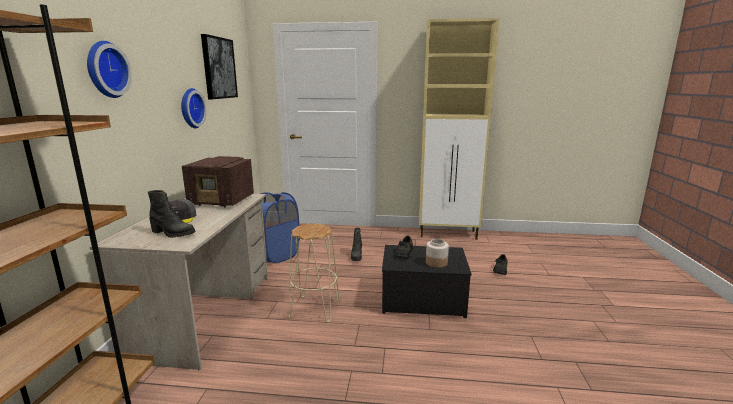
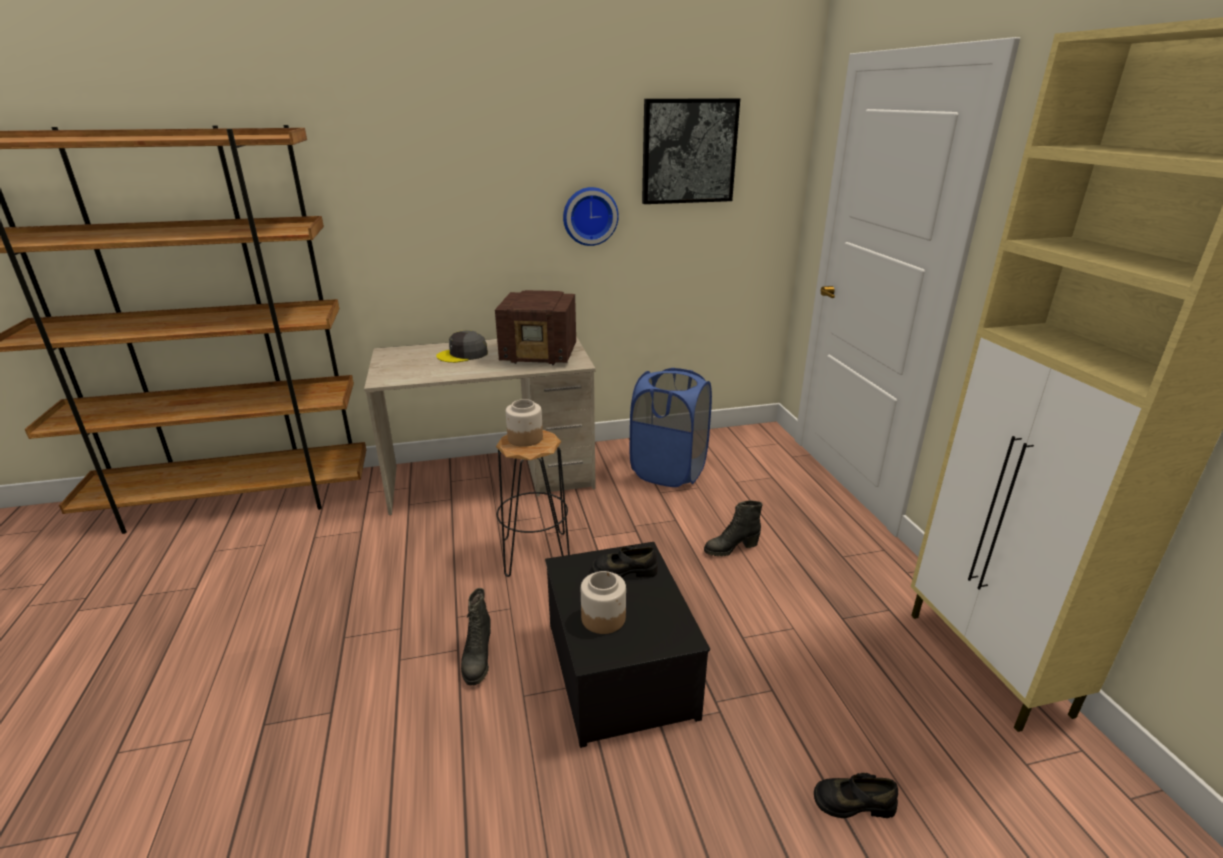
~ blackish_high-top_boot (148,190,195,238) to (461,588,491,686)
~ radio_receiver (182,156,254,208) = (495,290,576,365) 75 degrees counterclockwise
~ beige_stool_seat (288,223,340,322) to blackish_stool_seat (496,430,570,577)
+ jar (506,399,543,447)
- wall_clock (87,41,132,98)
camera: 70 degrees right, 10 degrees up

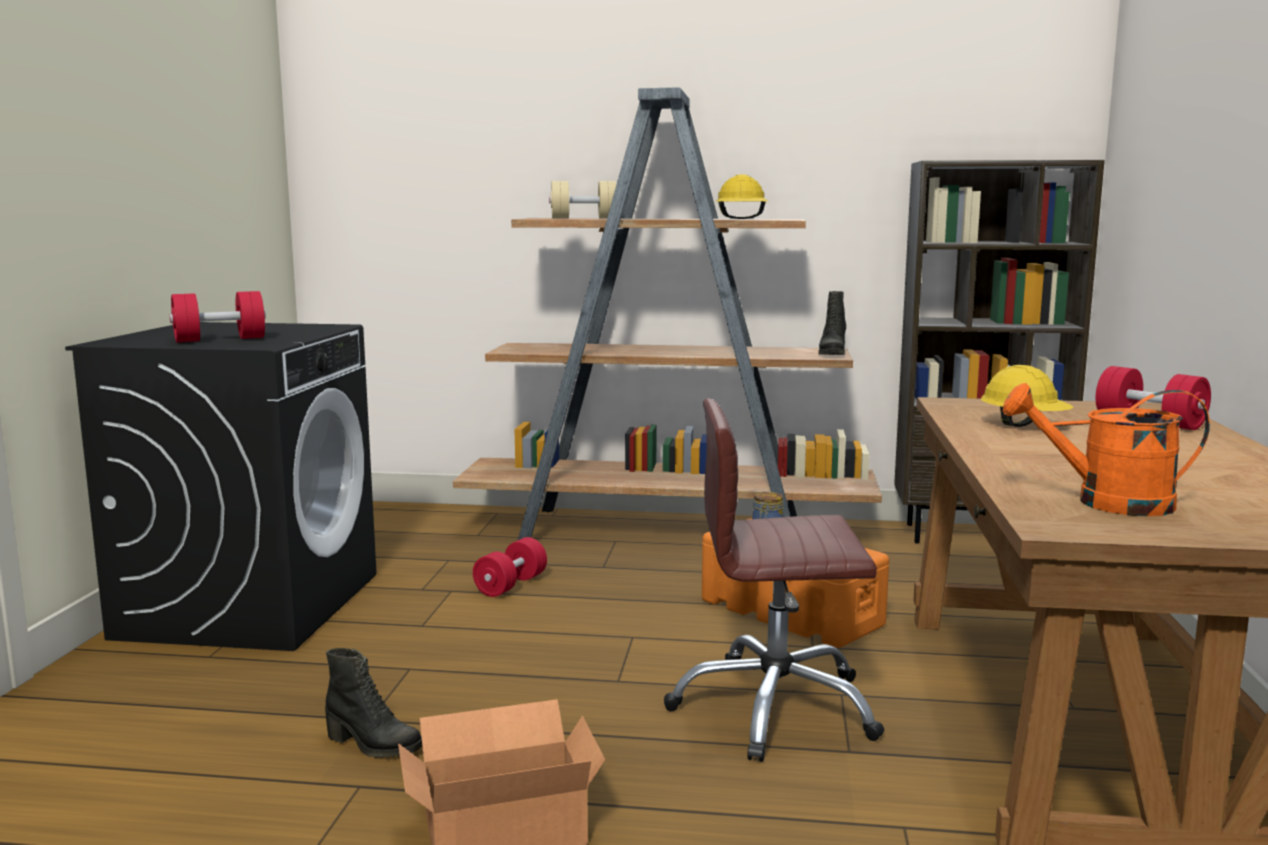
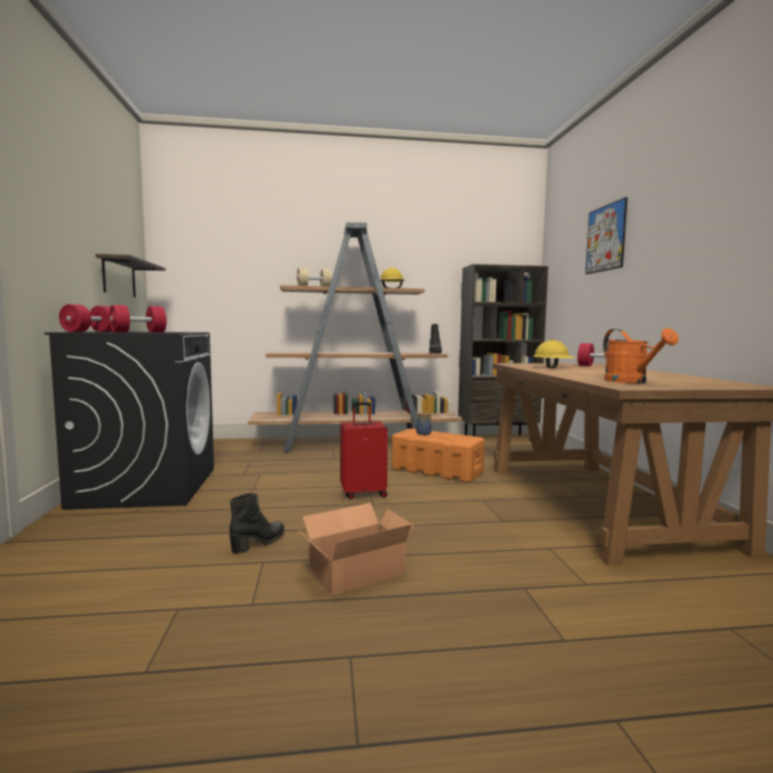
~ reddish_free_weight (473,537,547,597) to (59,304,112,332)
+ shelf (96,254,166,297)
~ blackish_high-top_boot (325,648,422,758) = (229,493,284,554) 60 degrees counterclockwise
+ reddish_travel_case (340,402,388,499)
+ picture (585,197,628,274)
~ orange-coloured_watering_can (1003,383,1210,516) = (603,328,679,383) 105 degrees counterclockwise
- brown-coloured_desk_chair (664,398,884,762)
camera: 15 degrees left, 5 degrees down

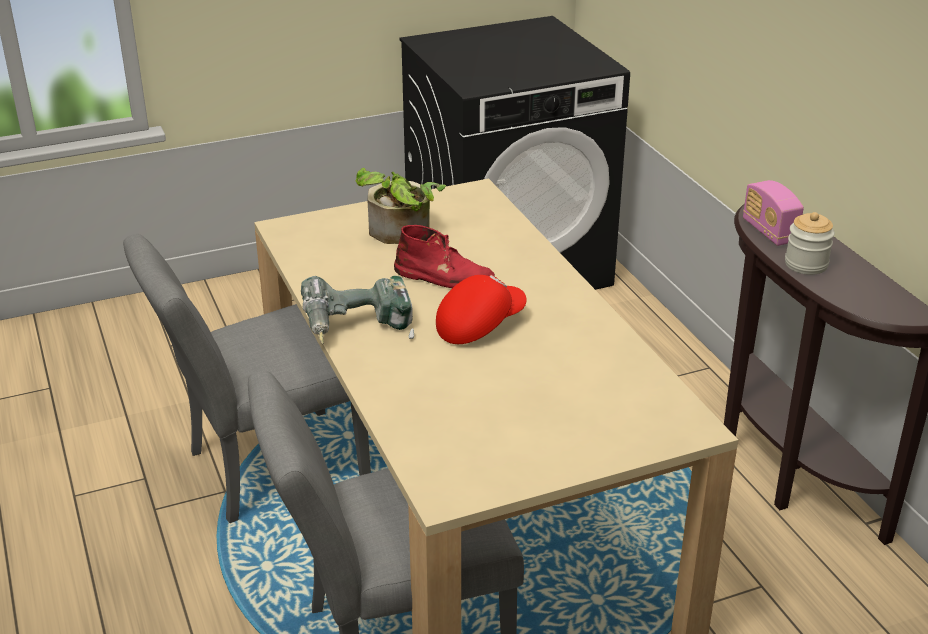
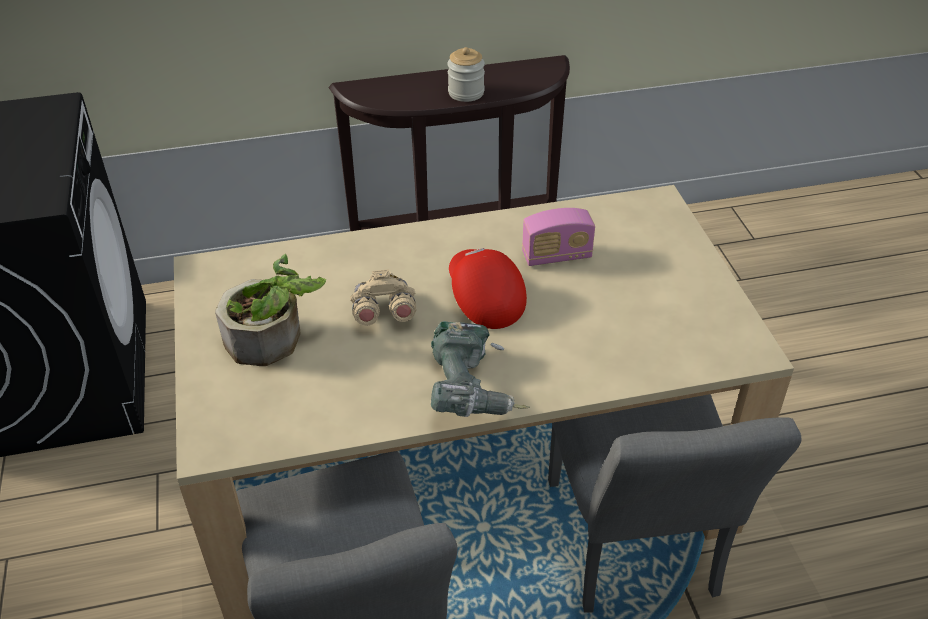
~ reddish_high-top_boot (394,225,495,288) to beige_field_glasses (350,269,416,326)
~ radio_receiver (743,180,804,246) to (522,208,595,266)
camera: 80 degrees left, 10 degrees up

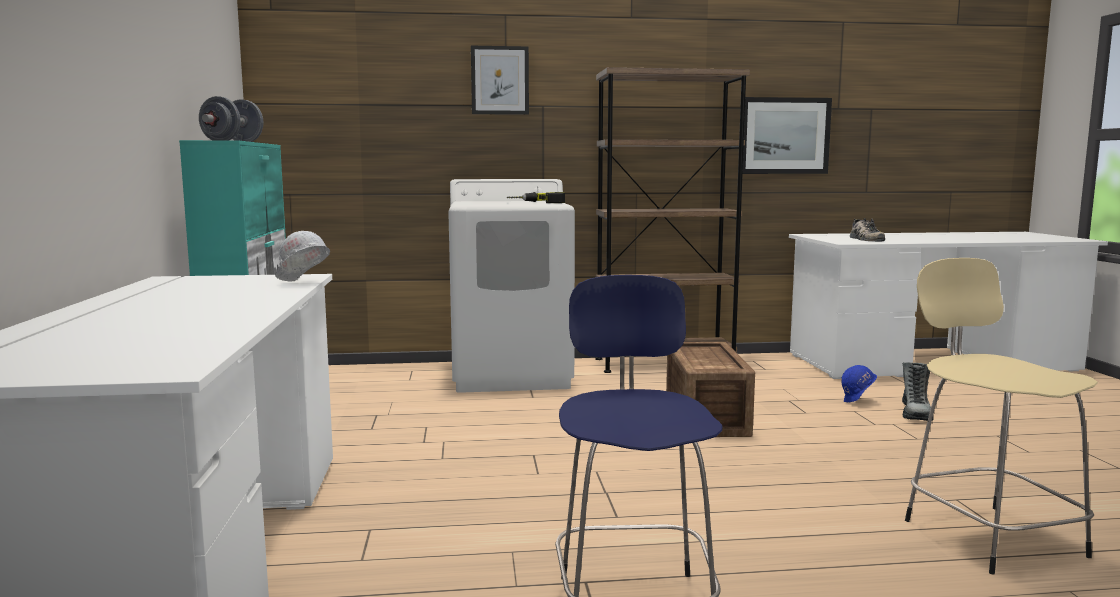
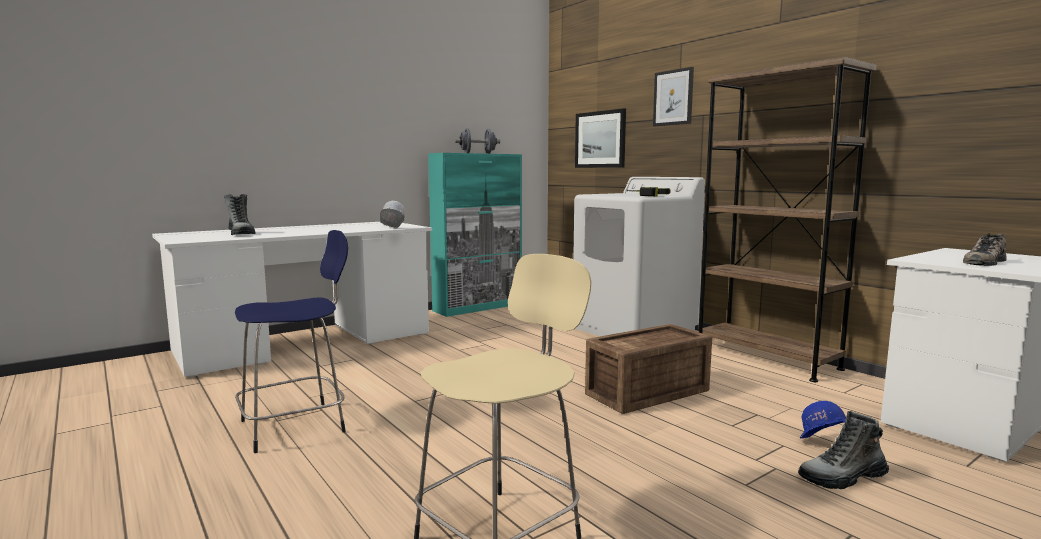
+ high-top_boot (224,194,256,235)
~ picture (743,97,832,174) to (575,108,626,168)
camera: 60 degrees right, 0 degrees up

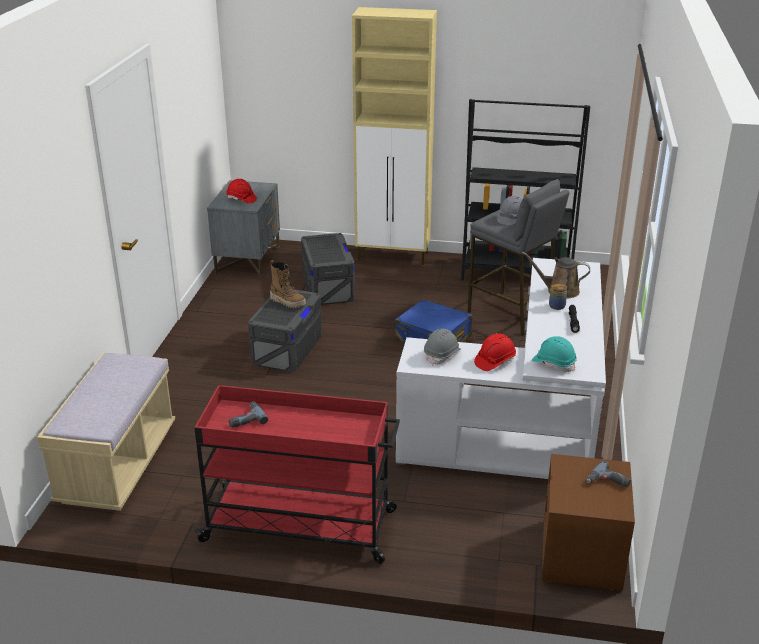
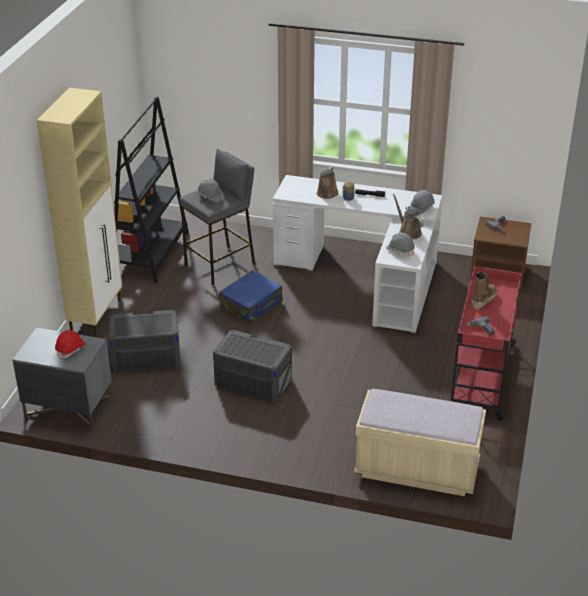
~ reddish_hard_hat (474,333,516,371) to brown-coloured_watering_can (393,194,424,239)
~ turquoise_hard_hat (532,336,577,372) to grey_hard_hat (410,190,435,214)
~ high-top_boot (270,260,306,308) to (472,272,497,309)
camera: 85 degrees left, 5 degrees up

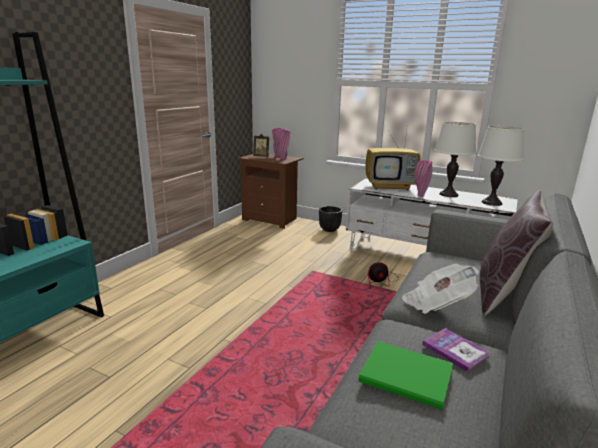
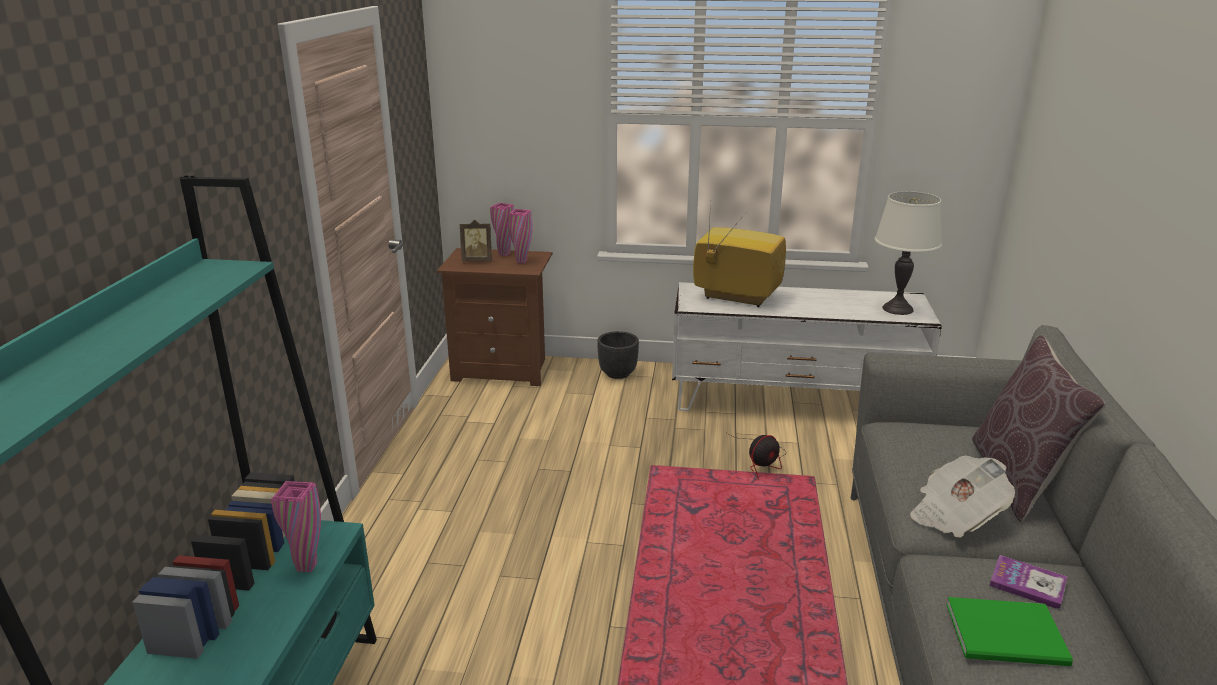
~ pink-coloured_flower_vase (415,160,432,197) to (271,481,321,572)
~ TV_set (365,122,421,190) = (693,202,786,307) 135 degrees counterclockwise
- whitish_lamp_for_a_table (435,122,476,197)
camera: 20 degrees left, 5 degrees up

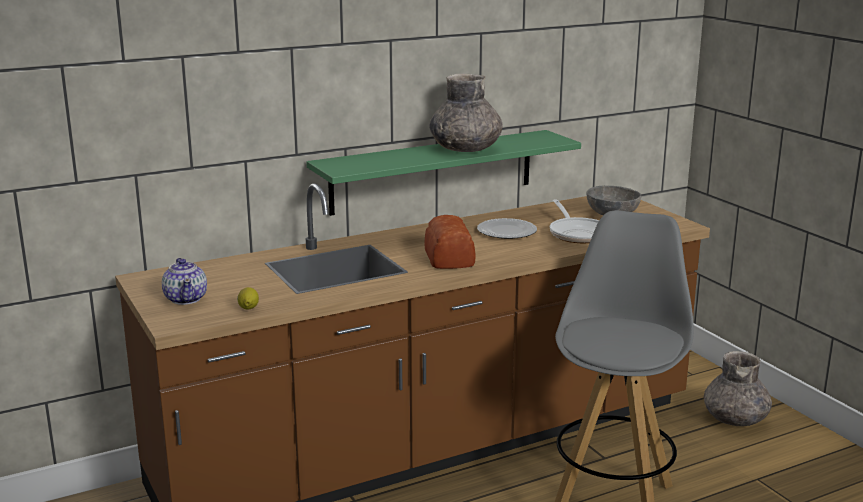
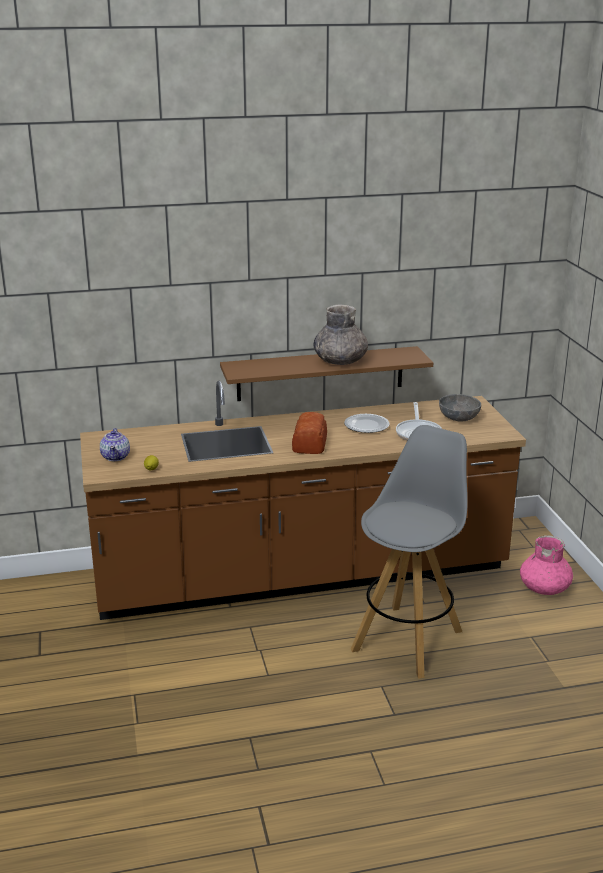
~ green-coloured_shelf (306,130,581,216) to brown-coloured_shelf (220,346,433,401)
~ grey_flower_vase (704,351,772,426) to pink-coloured_flower_vase (520,535,573,595)
camera: 15 degrees right, 5 degrees up

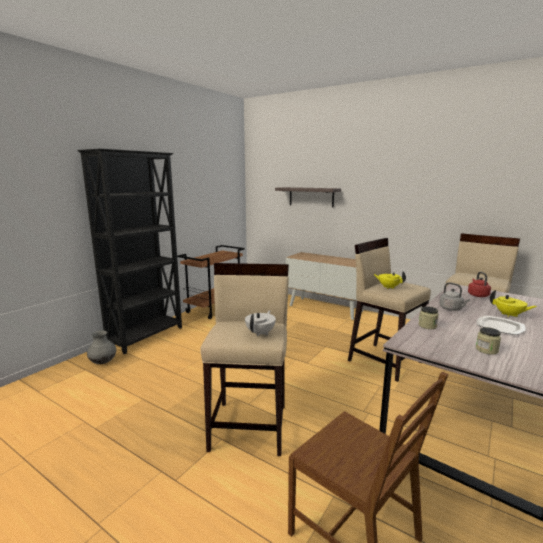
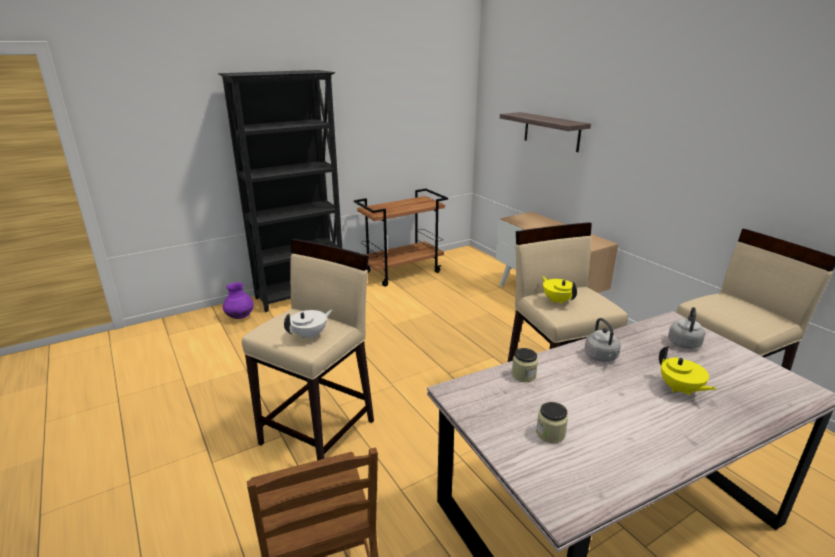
~ grey_flower_vase (87,330,116,364) to purplish_flower_vase (223,282,254,319)
~ reddish_kettle (468,272,491,297) to grey_kettle (668,307,705,349)
- dinner_plate (476,316,526,335)
camera: 25 degrees right, 10 degrees up

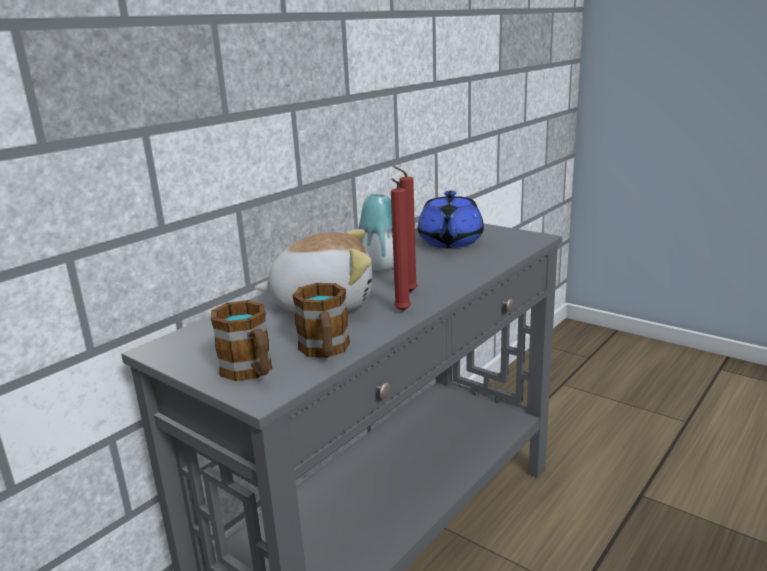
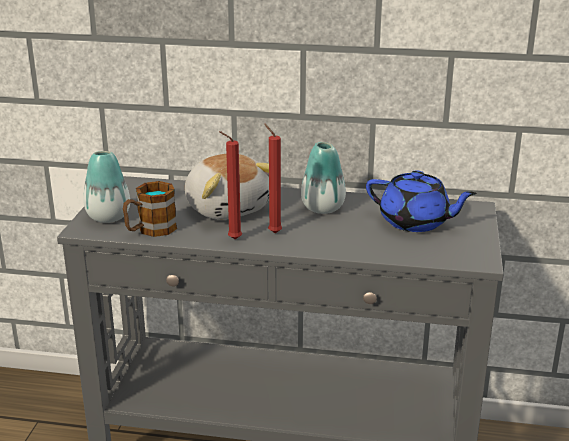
~ coffee_mug (211,300,272,381) to flower_vase (83,151,130,223)
~ bluish_teapot (418,191,484,248) = (366,170,477,232) 135 degrees counterclockwise
camera: 60 degrees right, 5 degrees up

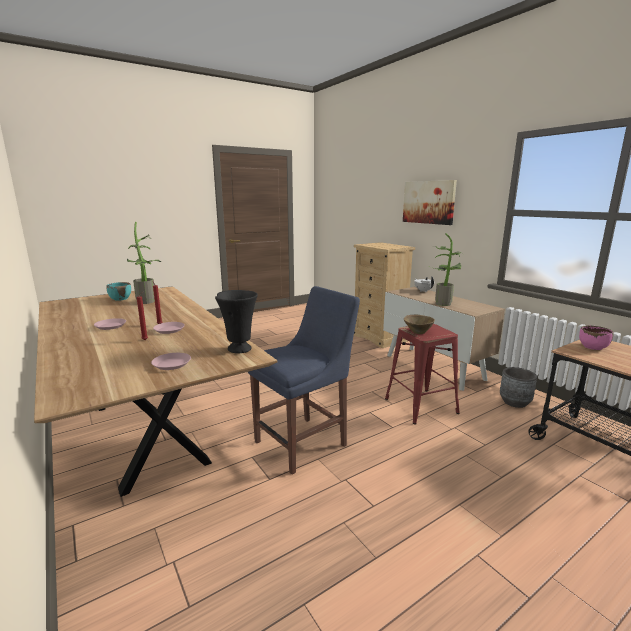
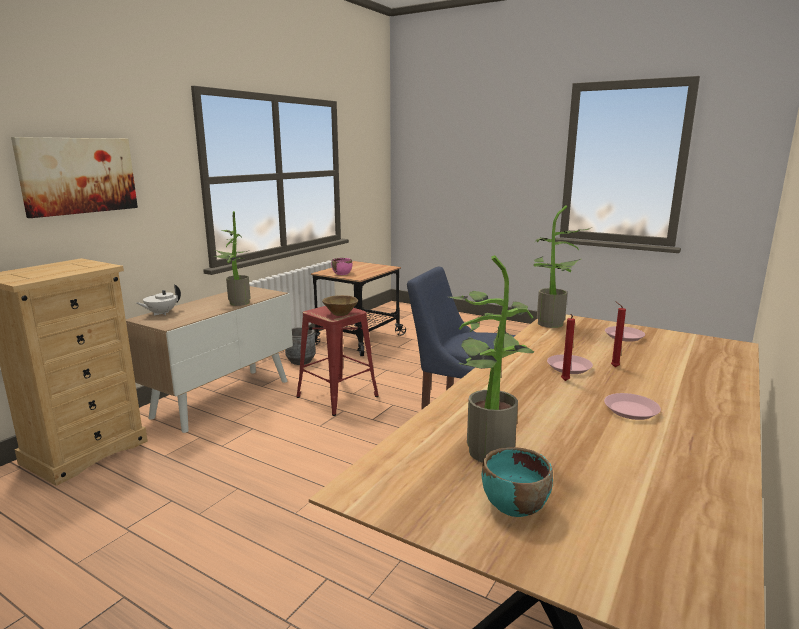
~ blackish_flower_vase (215,290,258,354) to houseplant (534,205,592,328)
camera: 115 degrees left, 0 degrees up

